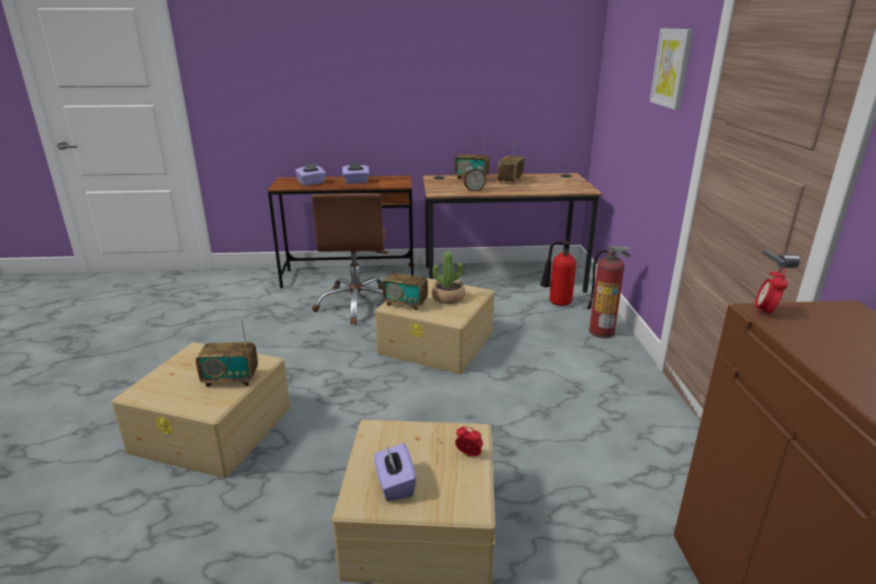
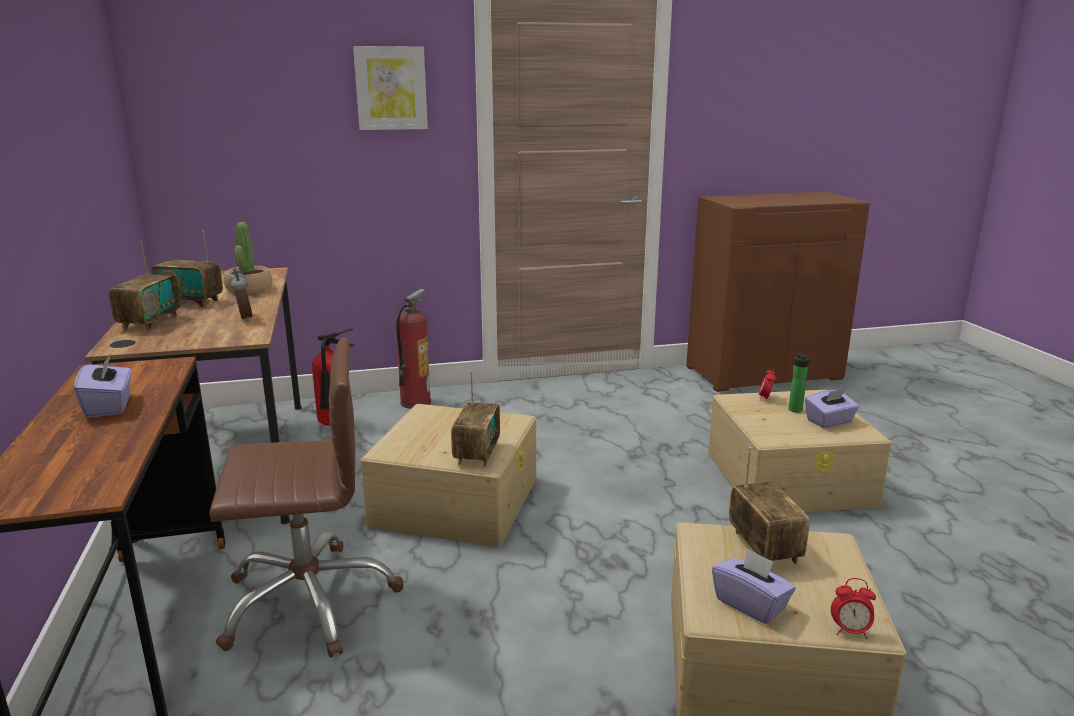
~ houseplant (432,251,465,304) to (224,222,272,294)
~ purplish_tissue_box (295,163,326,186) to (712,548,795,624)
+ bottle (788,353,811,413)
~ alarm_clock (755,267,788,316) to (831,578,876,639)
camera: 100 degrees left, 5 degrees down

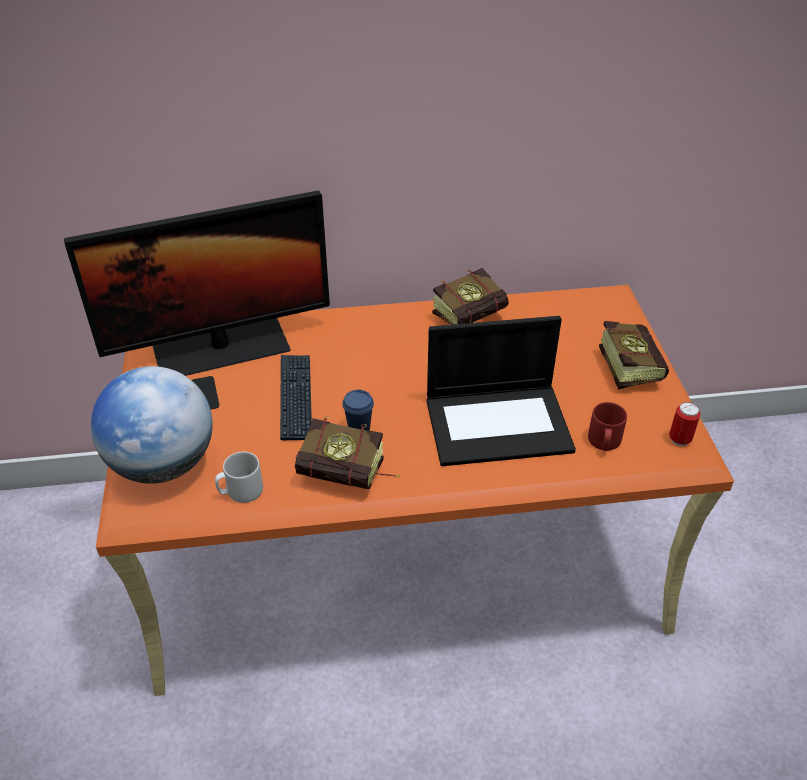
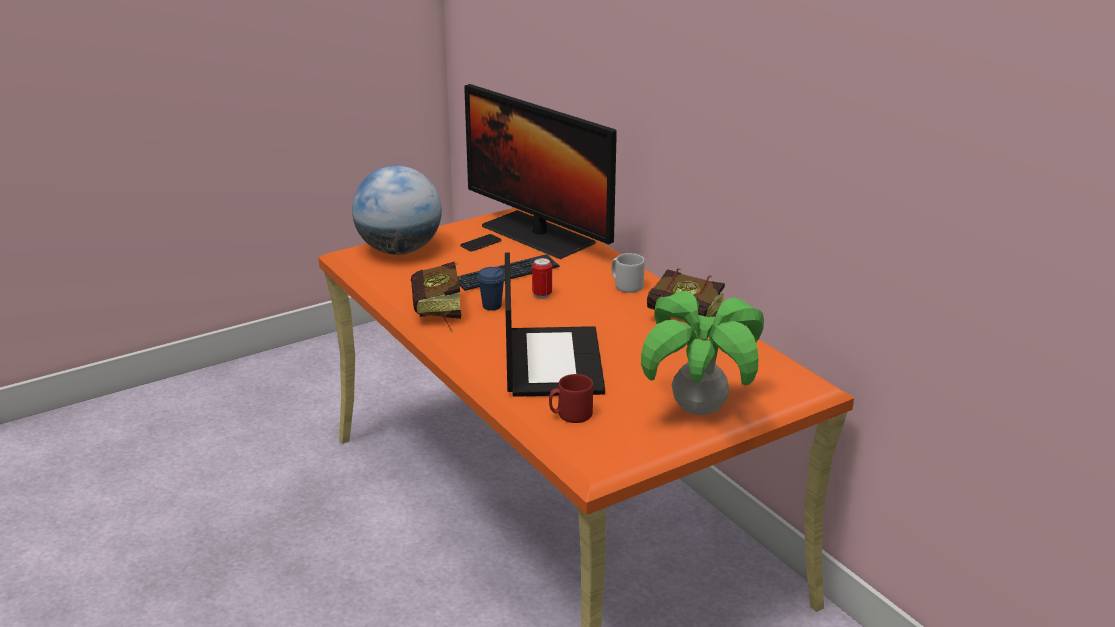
~ laptop (427,316,576,466) = (505,252,605,397) 150 degrees counterclockwise
~ can (669,402,701,446) to (532,258,552,299)
~ grey_coffee_mug (215,452,263,503) to (611,253,645,293)
~ volume (599,321,669,389) to houseplant (641,291,764,415)
camera: 65 degrees right, 15 degrees down

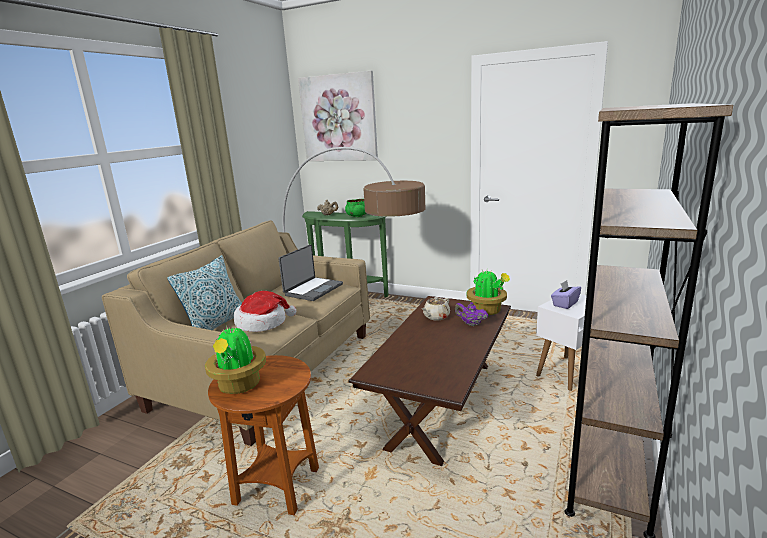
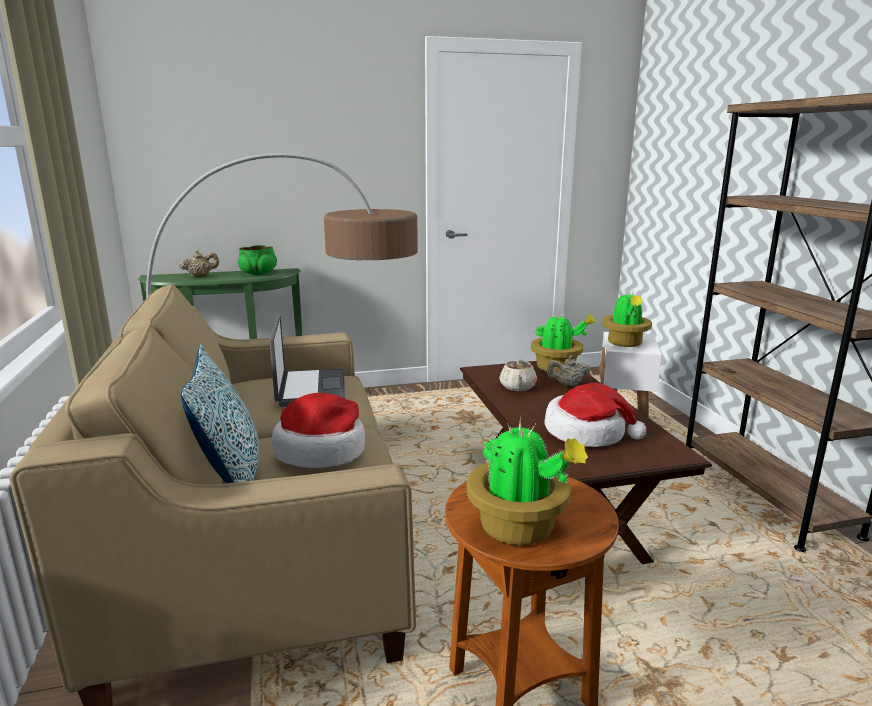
+ hat (544,383,646,447)
~ purplish_teapot (455,302,488,326) to beige_teapot (547,355,590,387)
~ purplish_tissue_box (551,280,581,309) to houseplant (602,291,652,347)
- picture (298,71,378,161)
camera: 40 degrees left, 0 degrees up

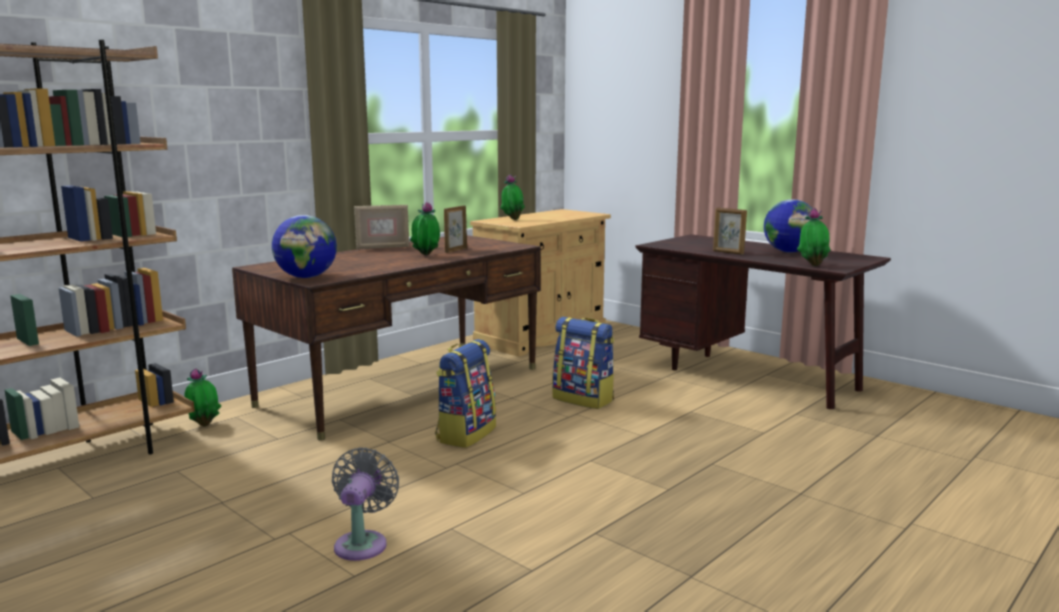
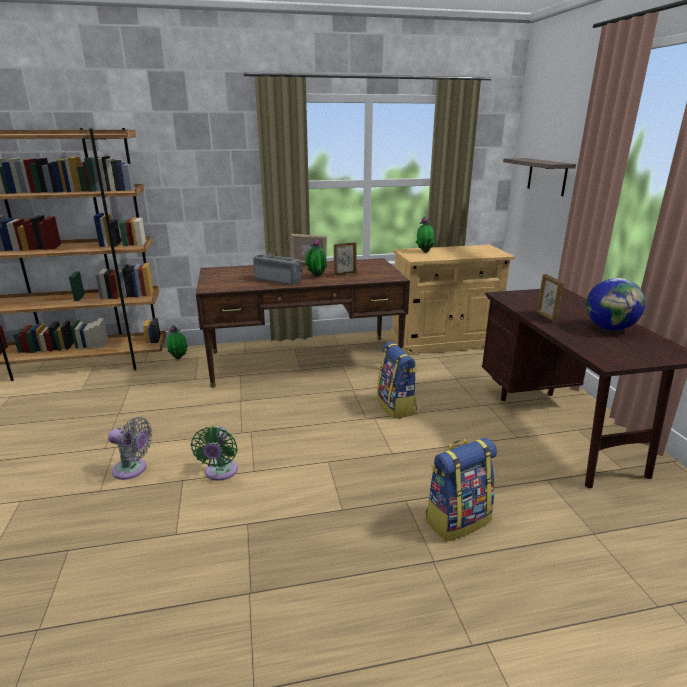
~ grey_fan (332,448,399,561) = (108,417,152,480) 60 degrees clockwise
+ green-coloured_fan (191,426,238,481)
+ radio_receiver (253,253,304,285)
~ backpack (435,339,496,448) to (426,437,497,542)
+ shelf (503,158,576,196)
- desk_globe (272,215,337,278)
- houseplant (797,208,831,266)
camera: 35 degrees right, 10 degrees up

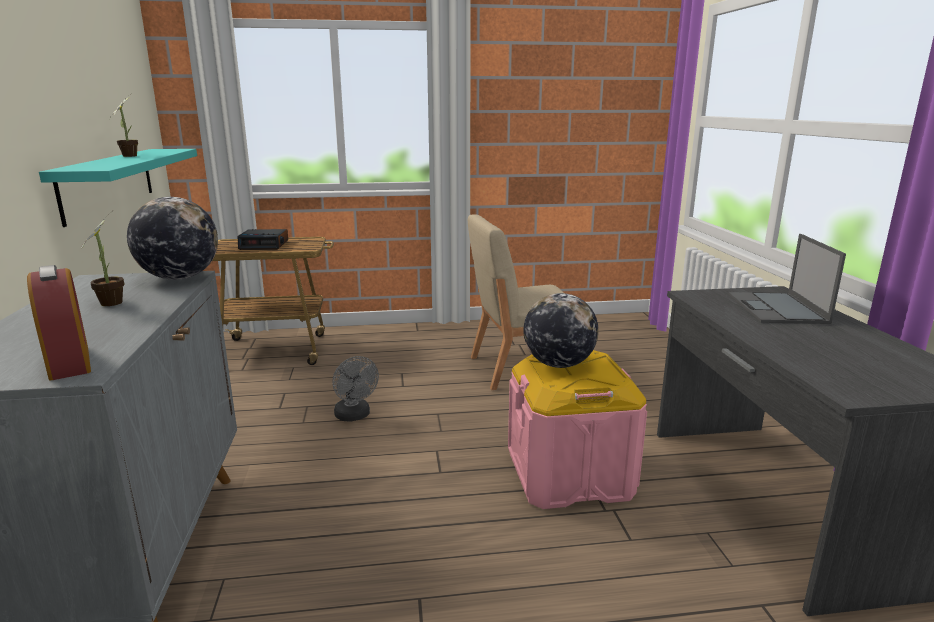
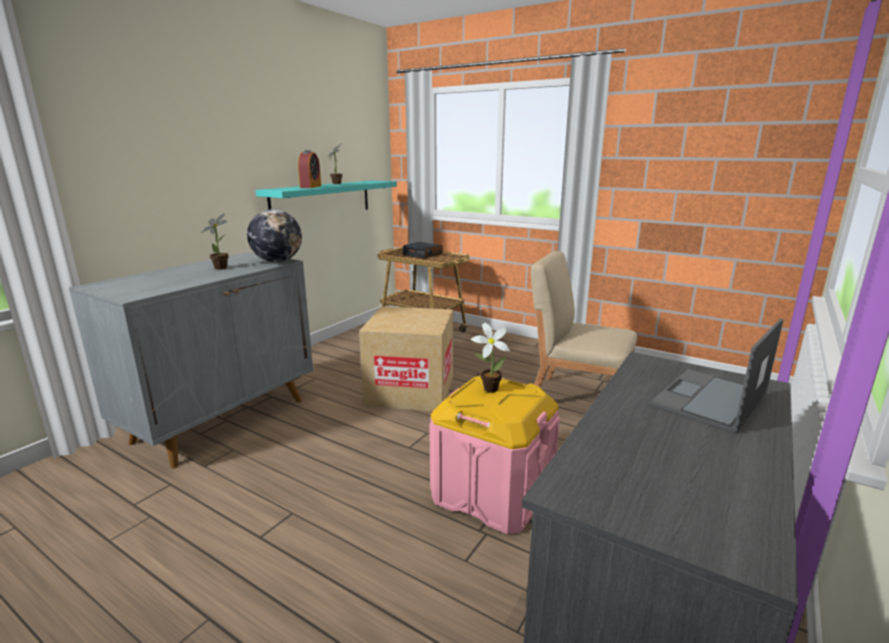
~ alarm_clock (27,265,91,380) to (298,150,321,188)
~ grey_fan (332,356,379,421) to carton (359,306,453,411)
~ desk_globe (523,293,599,368) to houseplant (471,322,510,393)
camera: 40 degrees right, 0 degrees up

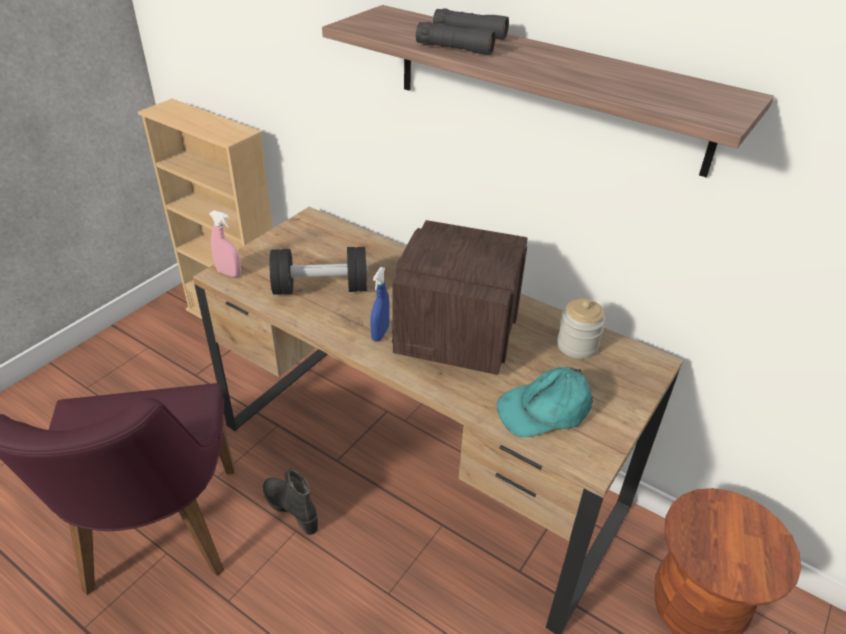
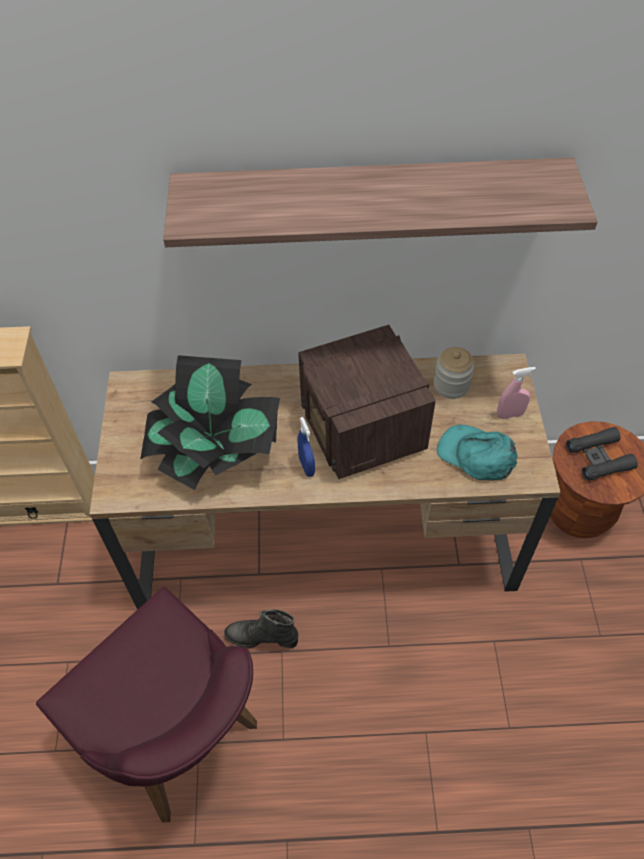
~ blackish_free_weight (269,247,369,295) to houseplant (140,355,280,490)
~ turquoise_baseball_cap (497,367,593,438) = (437,424,518,480) 90 degrees clockwise
~ pink-coloured_sprayer (209,210,241,277) to (497,367,536,419)
~ blackish_field_glasses (416,8,509,55) to (566,427,638,481)
camera: 35 degrees left, 15 degrees up

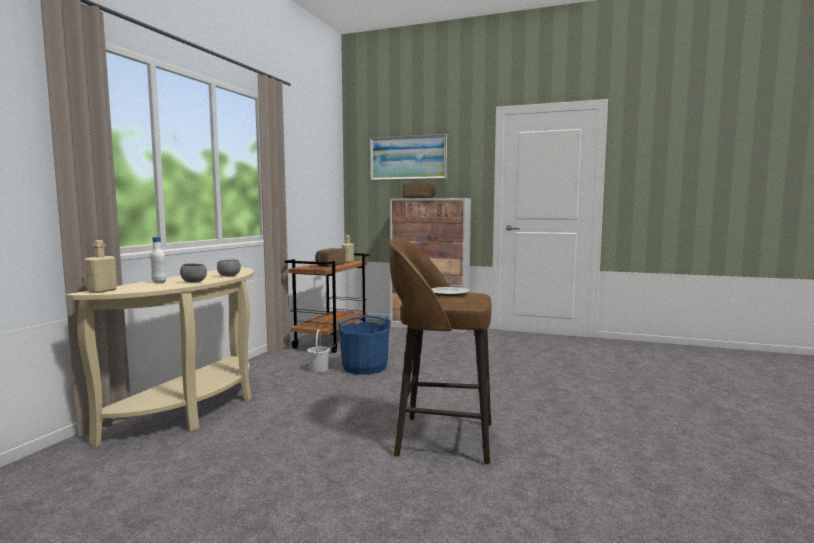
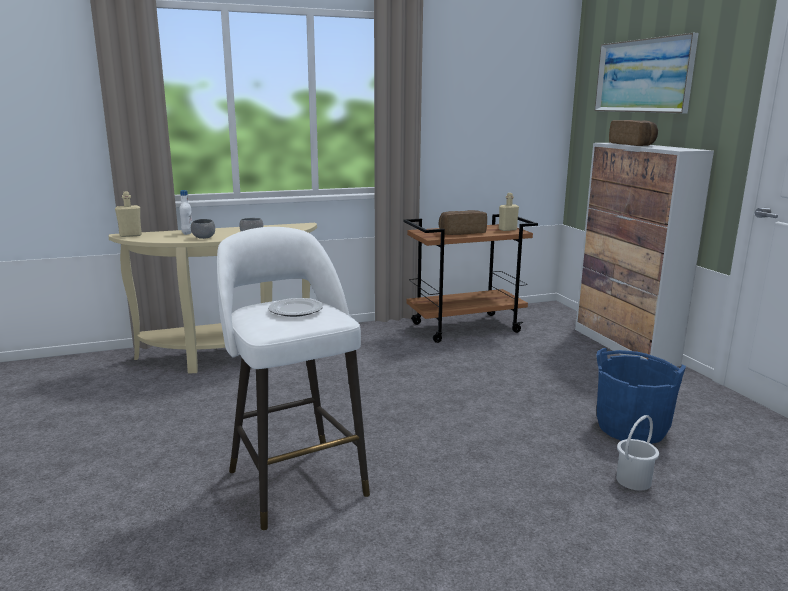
~ brown-coloured_stool_seat (390,238,492,465) to whitish_stool_seat (217,227,370,531)
~ bluish_pail (338,315,391,374) to (596,348,686,444)
~ whitish_pail (307,329,330,372) to (616,415,659,491)
camera: 50 degrees right, 10 degrees up

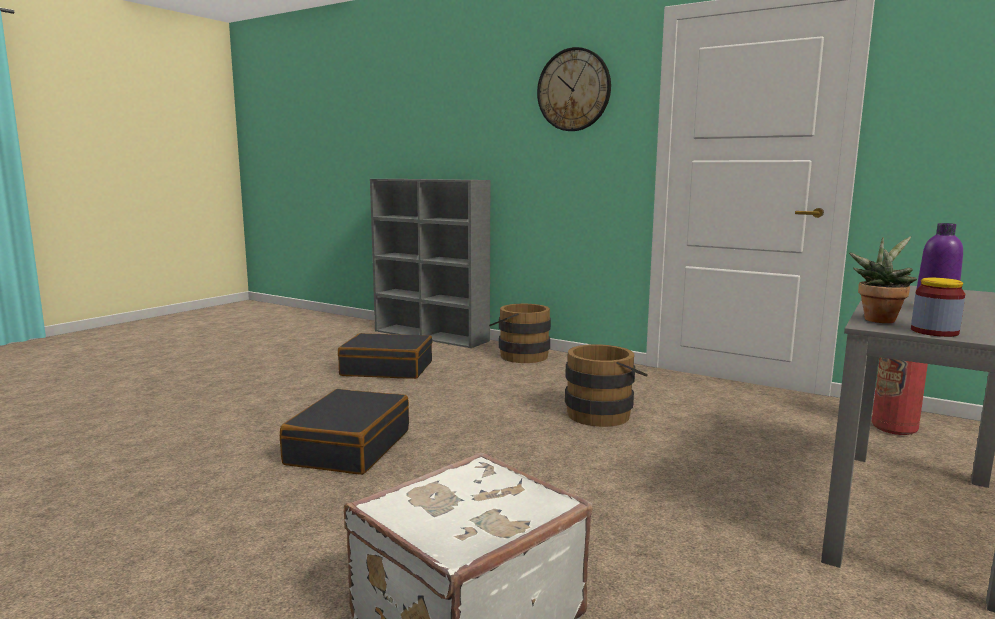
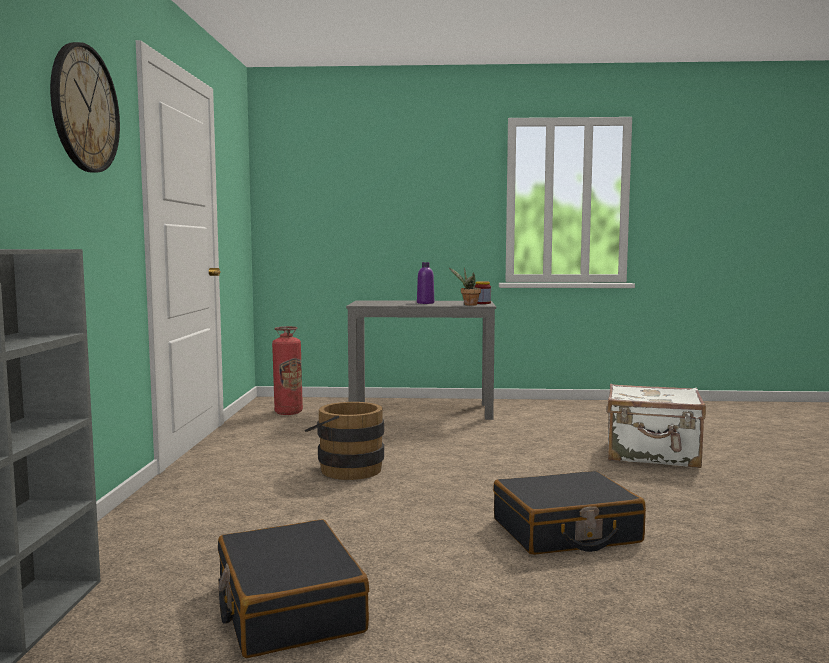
- brown-coloured_pail (489,304,551,363)
camera: 120 degrees left, 5 degrees down

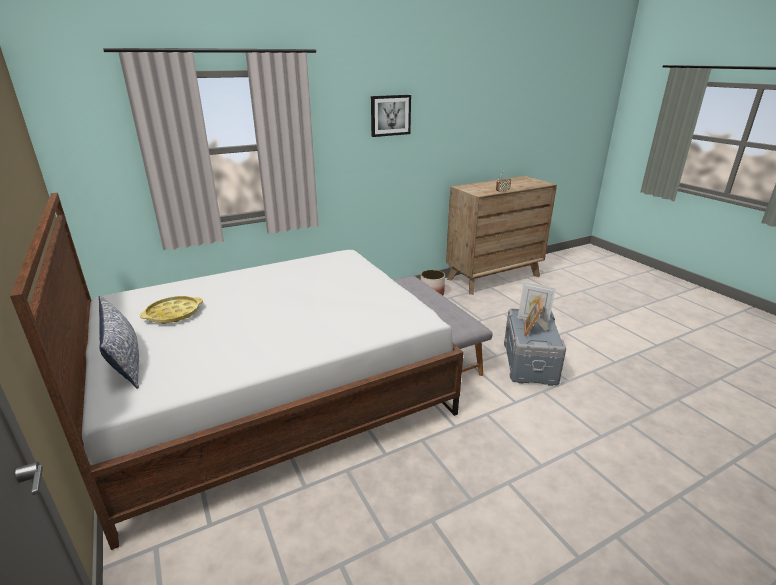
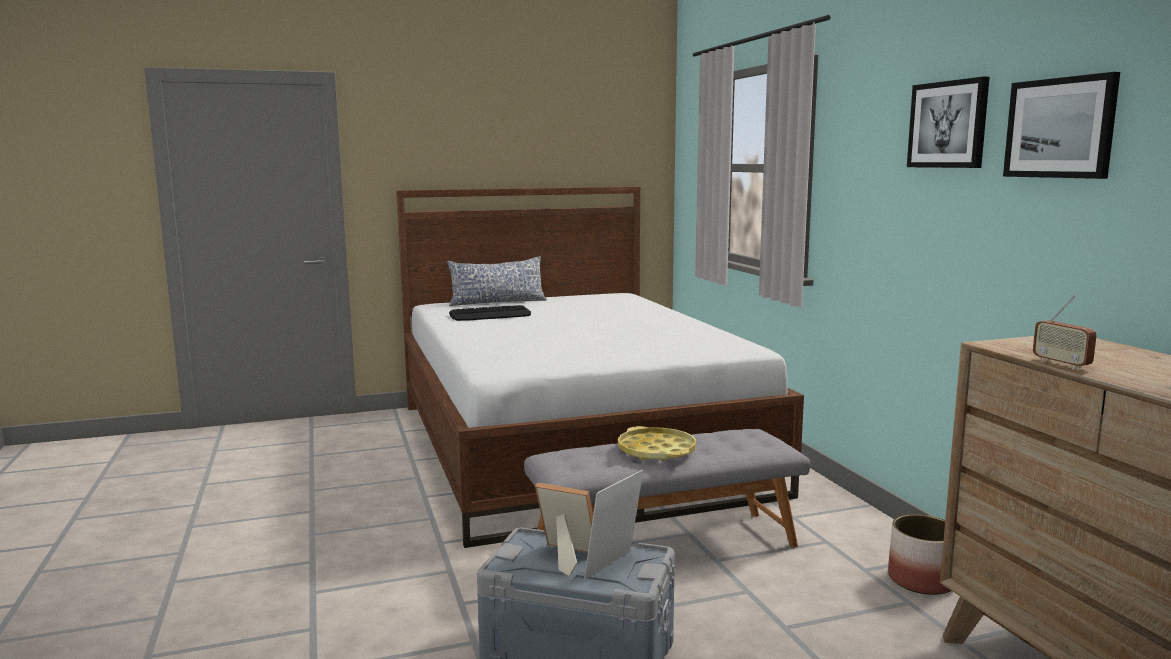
+ PC_keyboard (449,305,531,321)
~ yellow-coloured_carrying_tray (140,296,203,324) to (618,426,696,461)
+ picture (1003,72,1120,179)
camera: 100 degrees right, 15 degrees down

